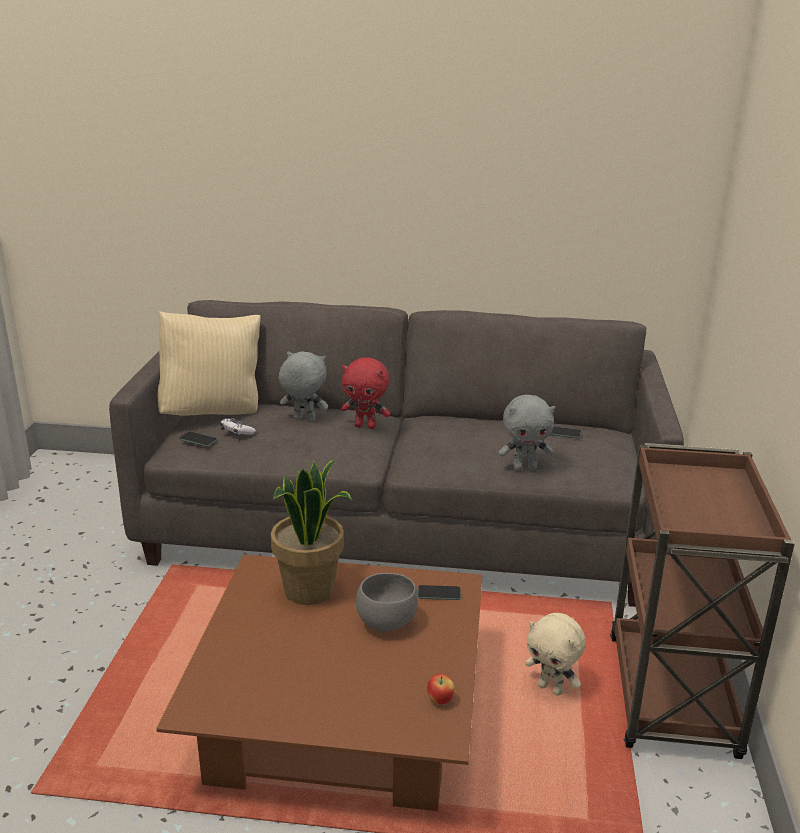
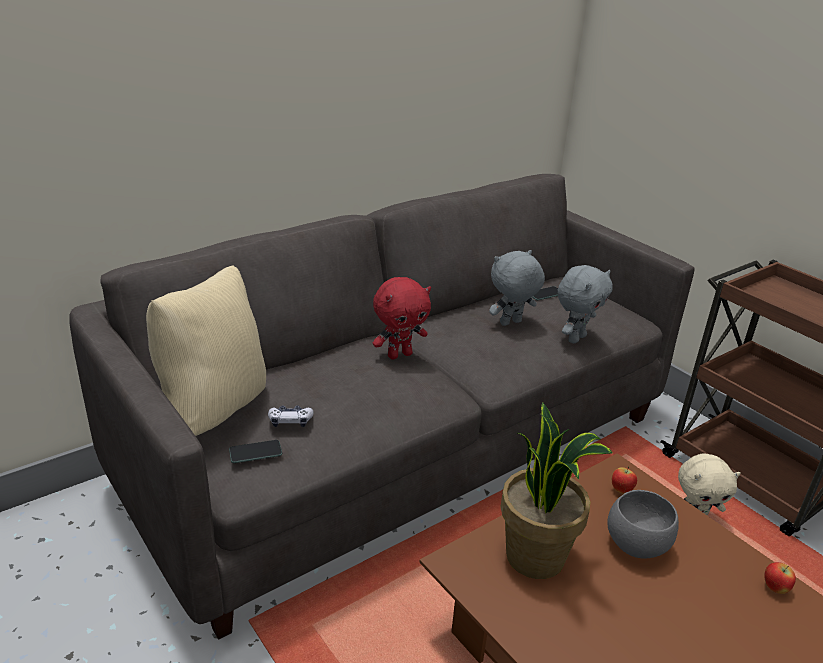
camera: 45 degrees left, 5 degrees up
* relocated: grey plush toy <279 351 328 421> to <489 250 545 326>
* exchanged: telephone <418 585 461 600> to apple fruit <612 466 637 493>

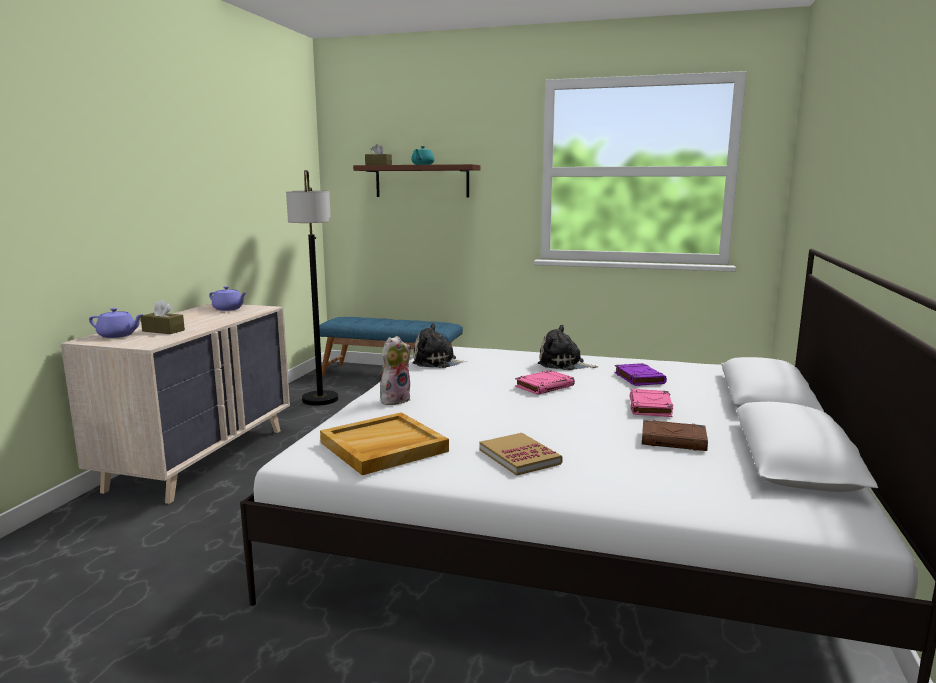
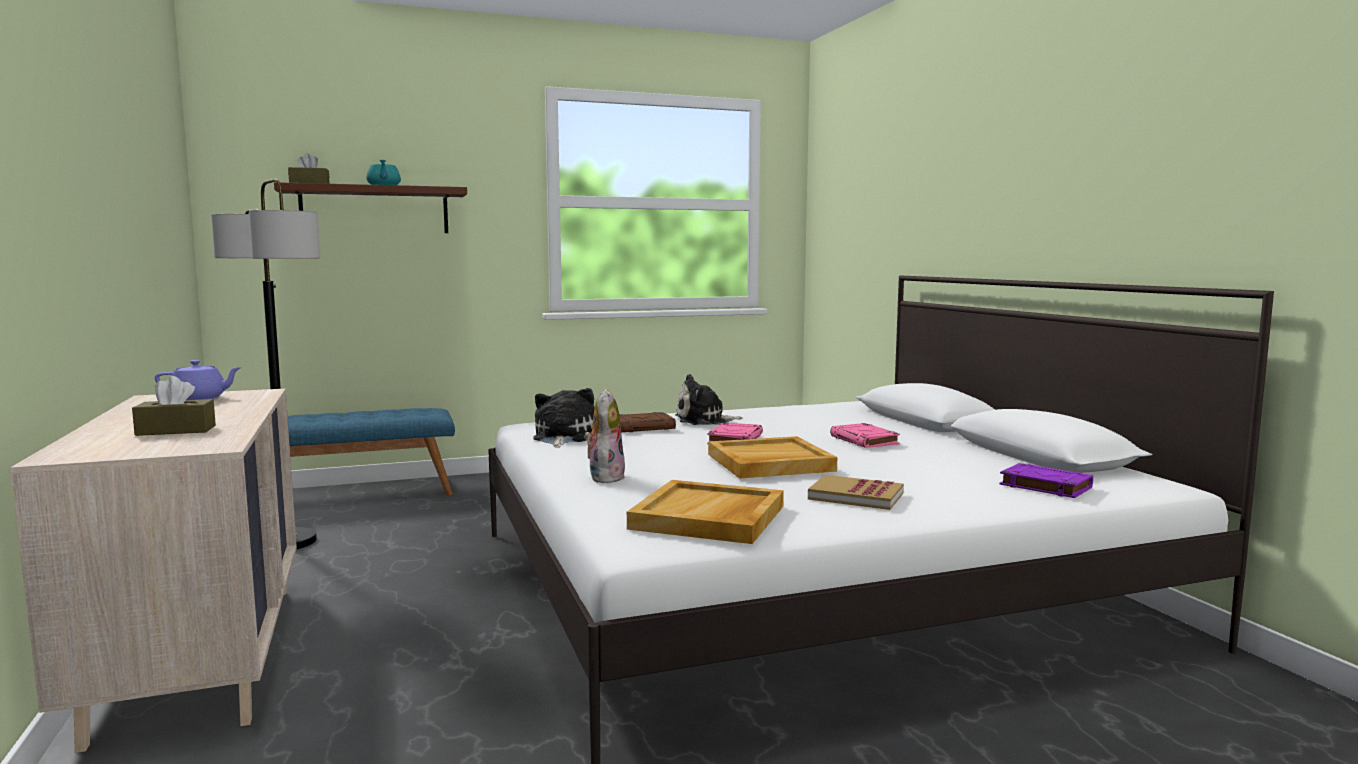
camera: 35 degrees left, 5 degrees down
* spun: plush toy <412 323 467 368> = <533 388 595 448> 120 degrees clockwise
* relocated: brown volume <642 420 708 451> to <619 412 676 432>
* appeared: beige serving tray <708 436 837 479>
* relocated: purple-coloured volume <614 363 667 386> to <999 463 1093 498>
* missing: purple-coloured pot for tea <89 308 144 338>

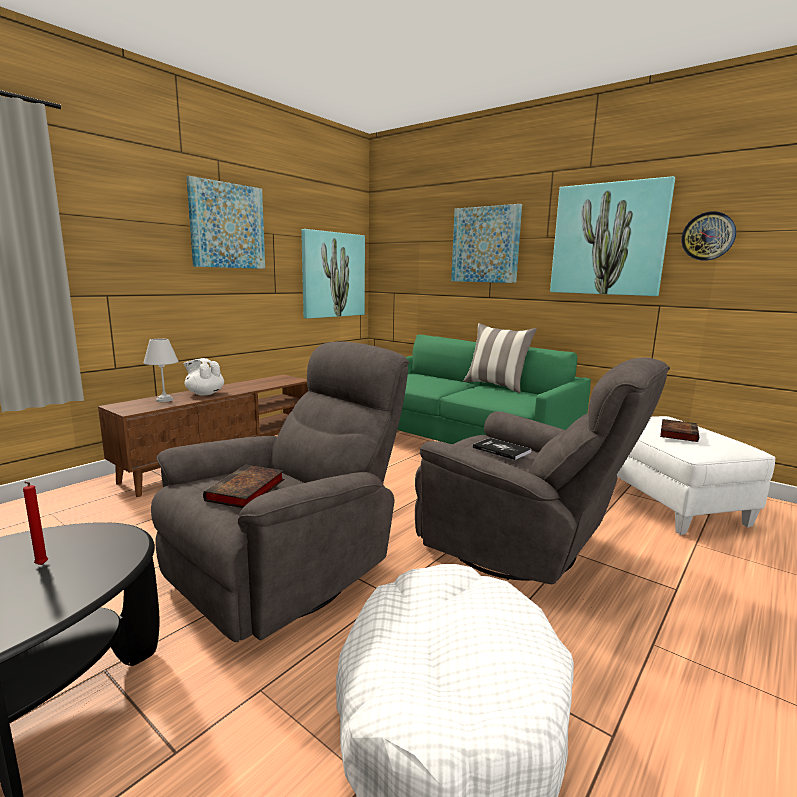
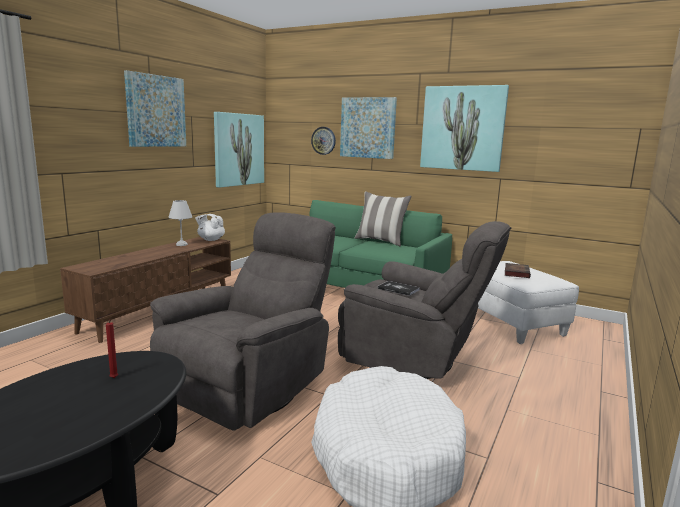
camera: 10 degrees left, 0 degrees up
* relocated: whitish tabletop lamp <143 339 178 402> to <169 200 192 246>
* relocated: whitish pot for tea <183 358 224 396> to <195 214 225 241>
* relocated: clock on the wall <681 211 736 261> to <311 127 336 155>
* missing: volume <203 465 284 508>

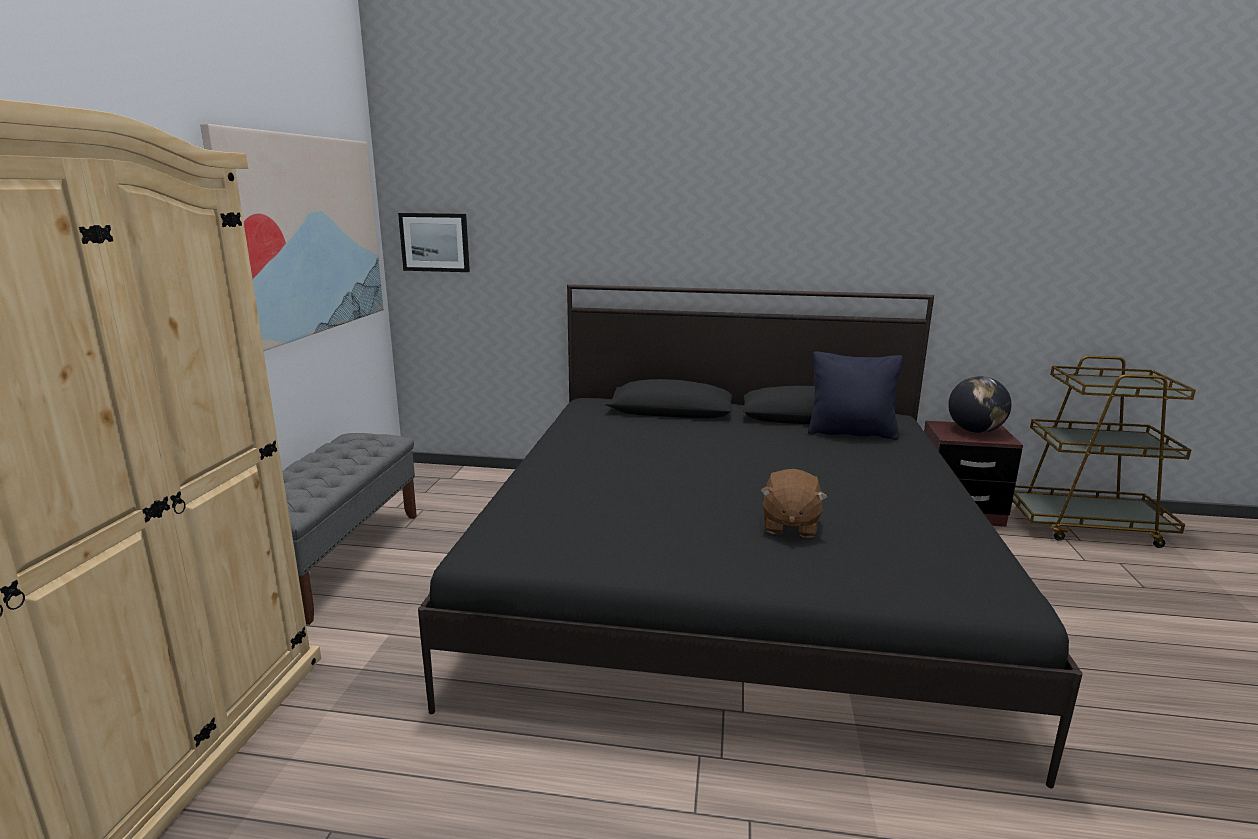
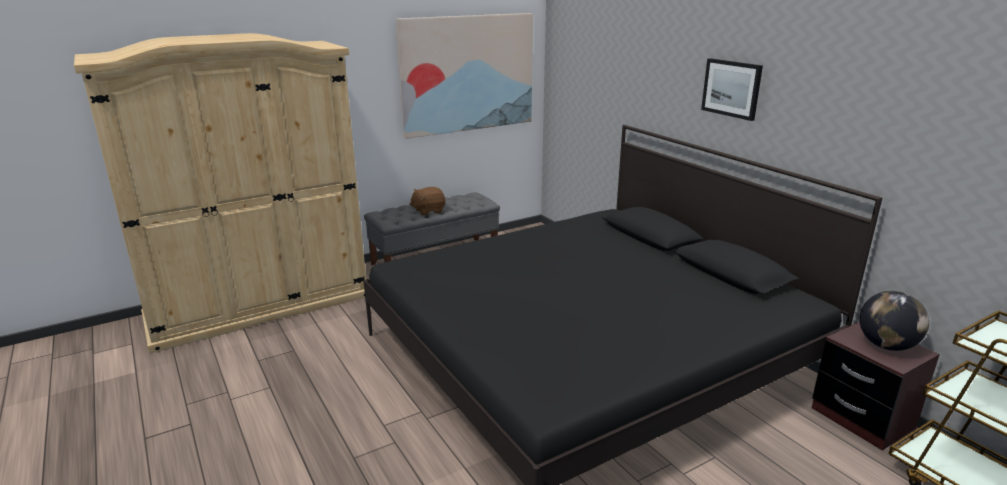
camera: 50 degrees right, 5 degrees up
* relocated: brown plush toy <760 469 827 538> to <410 187 445 216>
* relocated: wall picture <398 213 470 272> to <701 58 763 121>
* missing: black pillow <808 351 903 440>

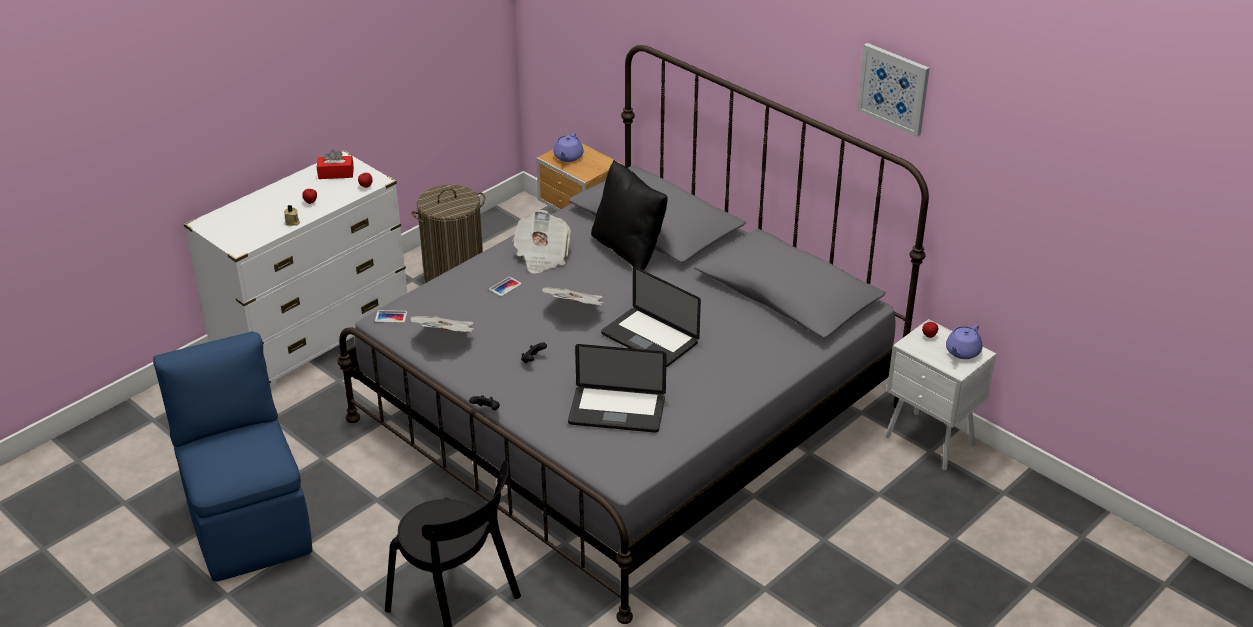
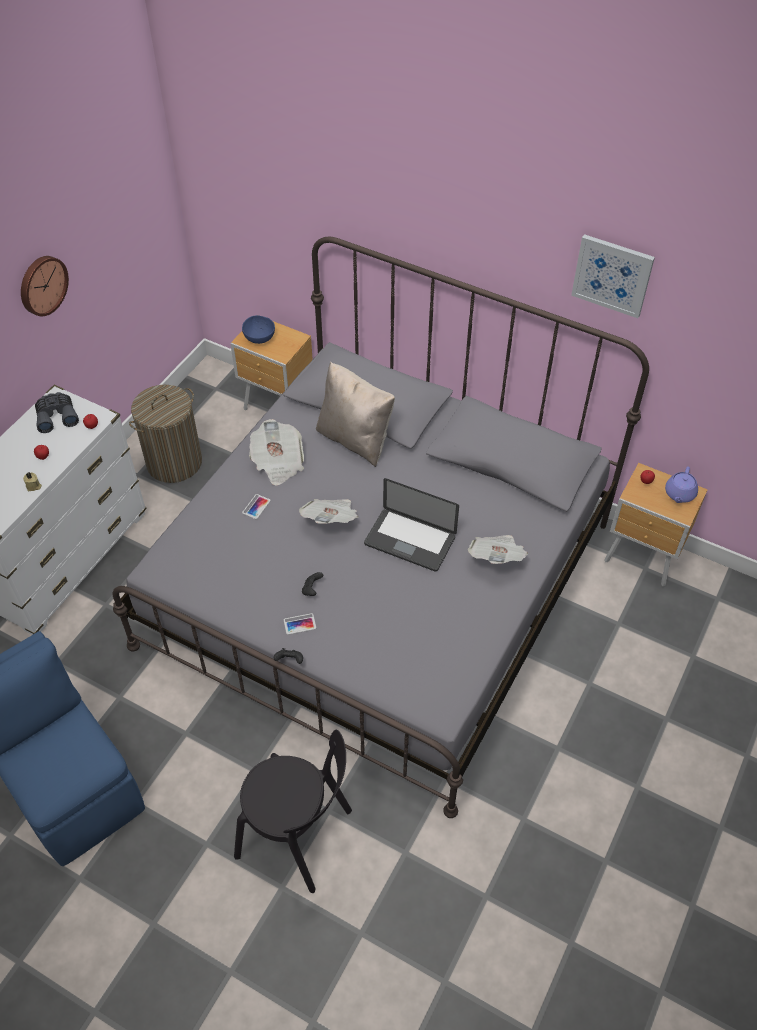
camera: 15 degrees left, 15 degrees up
* appeared: clock on the wall <21 256 69 316>
* exchanged: reddish tissue holder <317 149 354 179> to grey binoculars <35 392 79 433>
* exchanged: purple-coloured pot for tea <554 133 584 162> to bluish bowl <242 315 275 344>
* relocated: telephone <375 310 407 323> to <284 613 316 635>
* colour: black pillow <591 160 668 270> to beige pillow <316 361 395 467>
* relocated: daily paper <410 316 474 332> to <467 535 528 564>
* colour: whitish night table <885 319 996 471> to brown night table <604 463 708 586>
* missing: notebook computer <568 344 667 433>

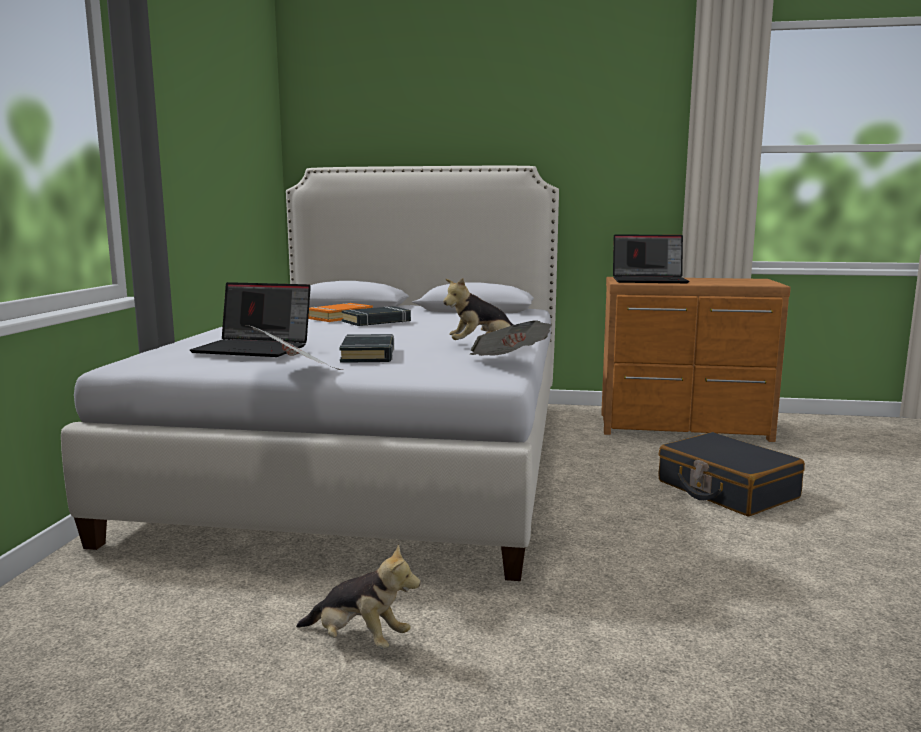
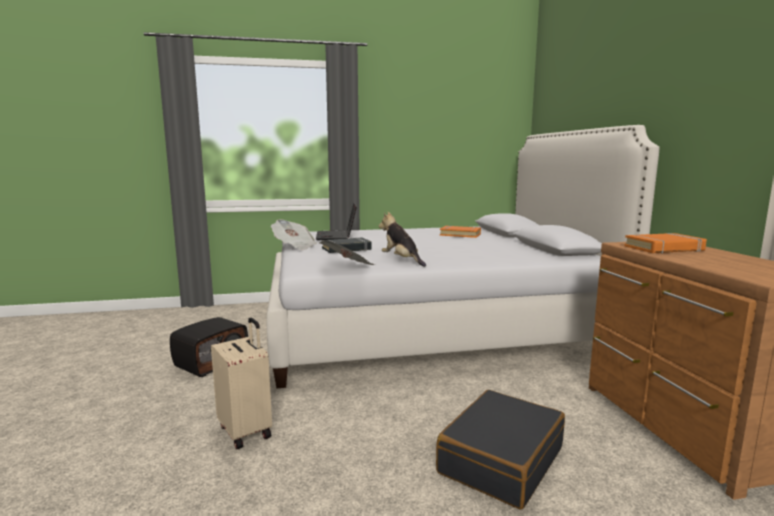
camera: 70 degrees right, 0 degrees up
* exchanged: plush toy <296 544 421 649> to radio receiver <170 317 248 377>
* appeared: beige piece of luggage <211 317 272 449>
* exchanged: notebook computer <613 235 689 283> to orangey volume <624 233 707 254>
* missing: black volume <341 306 411 326>

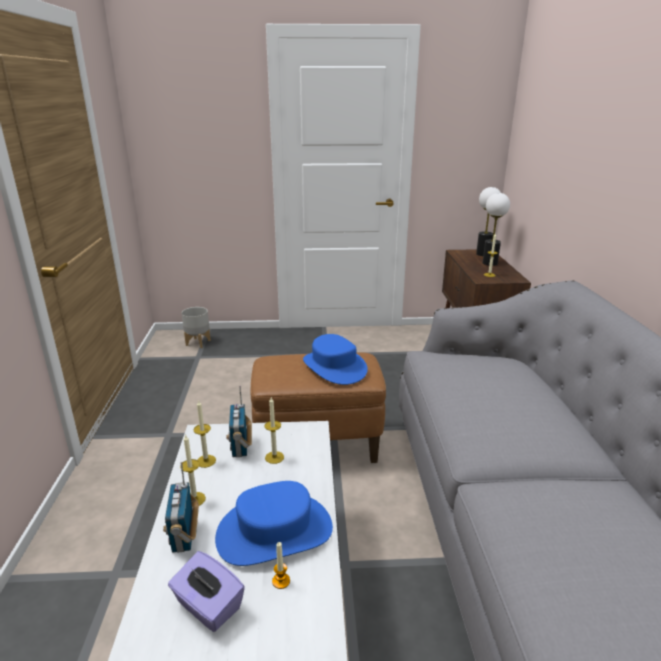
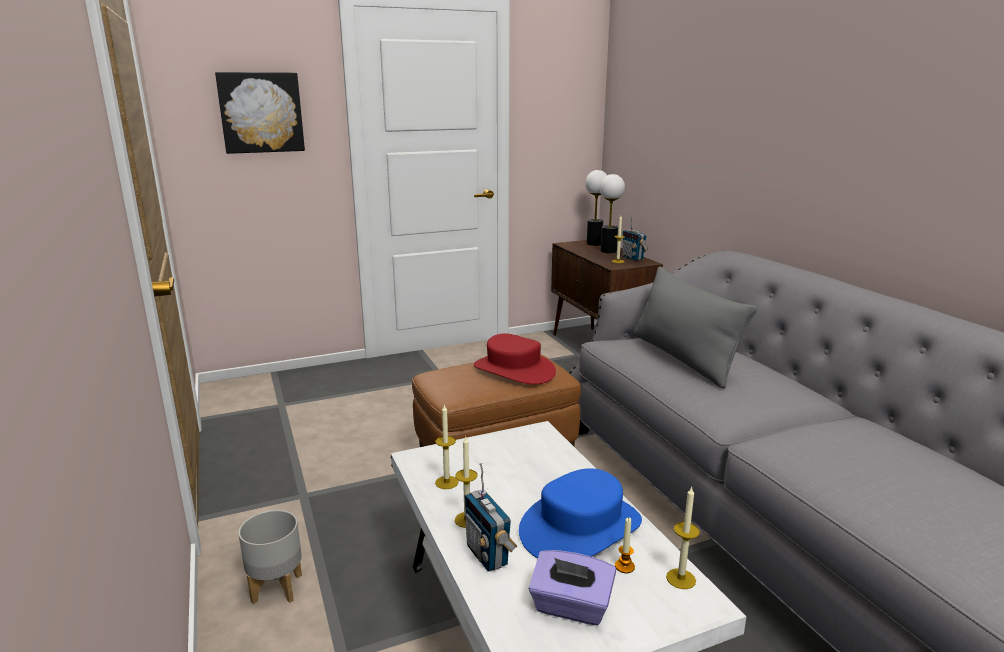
camera: 20 degrees left, 5 degrees down
* appeared: wall picture <215 72 305 154>
* relocated: grey flower pot <182 307 211 348> to <238 510 302 604>
* colour: bluish clothing hat <303 334 368 385> to reddish clothing hat <474 333 556 384>
* relocated: radio receiver <226 386 252 457> to <623 216 648 261>
* appeared: grey pillow <633 266 757 389>
* relocated: wax candle <264 397 284 464> to <666 487 700 589>

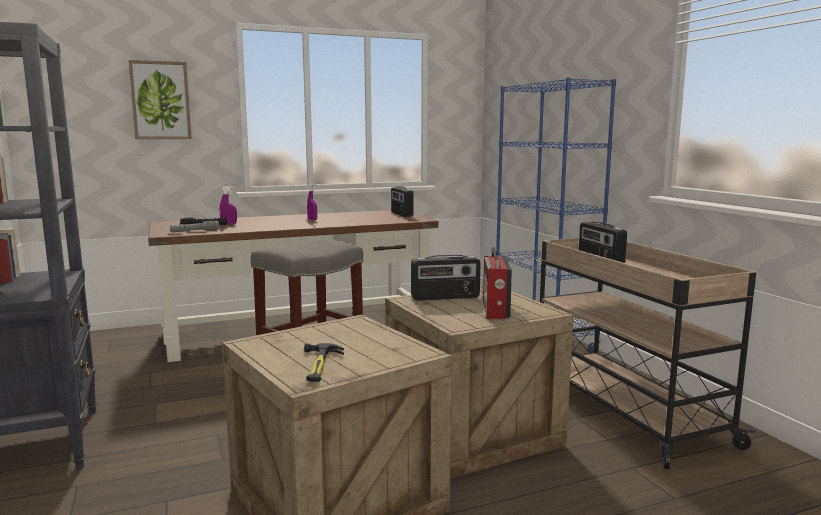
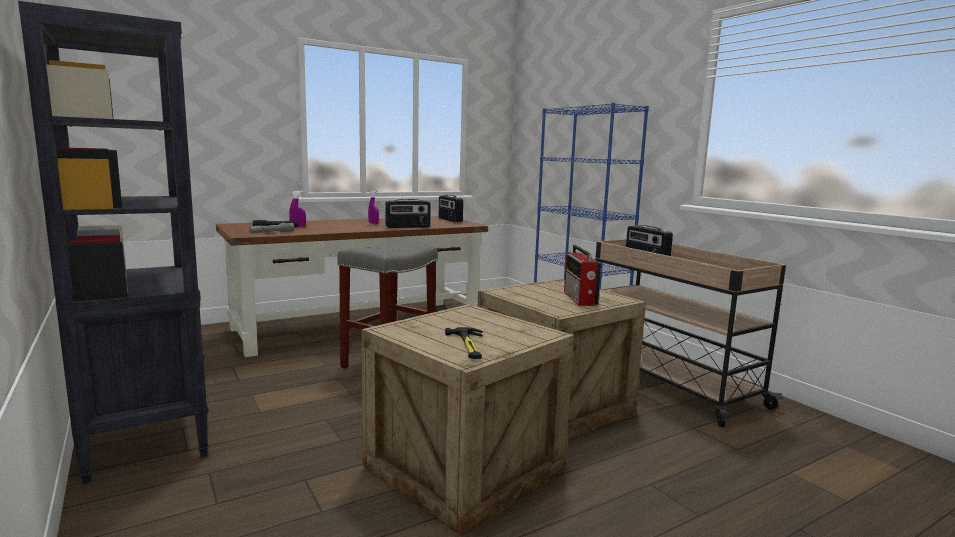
camera: 10 degrees left, 0 degrees up
* relocated: radio receiver <411 255 481 301> to <386 199 431 228>
* missing: wall picture <128 60 192 139>

